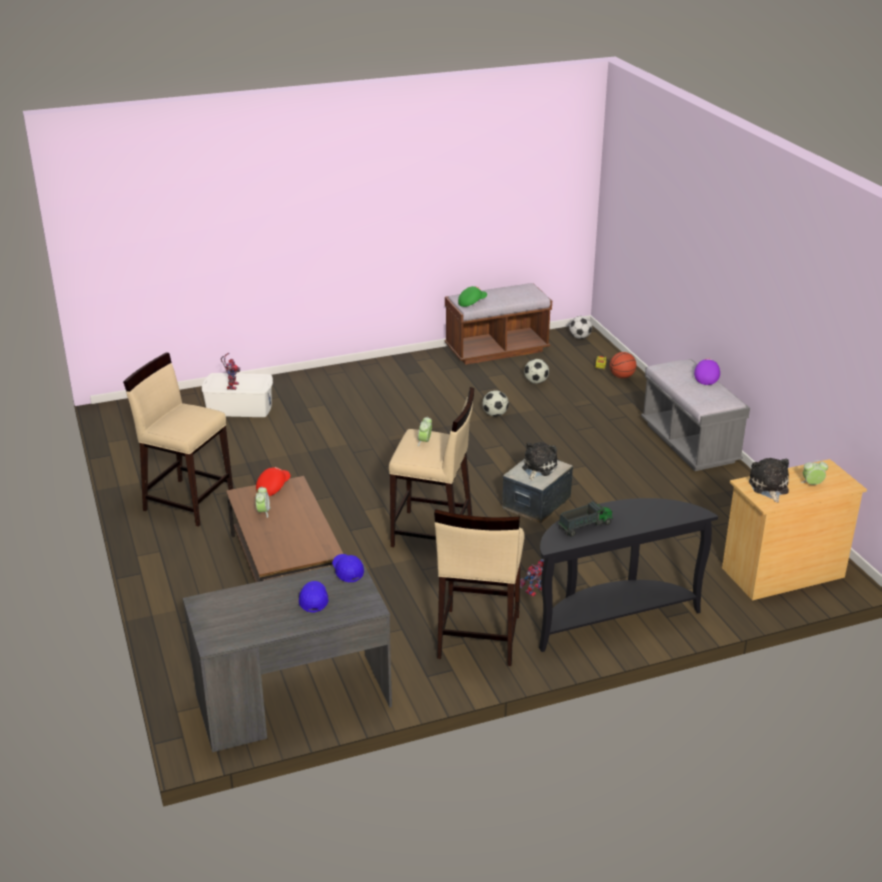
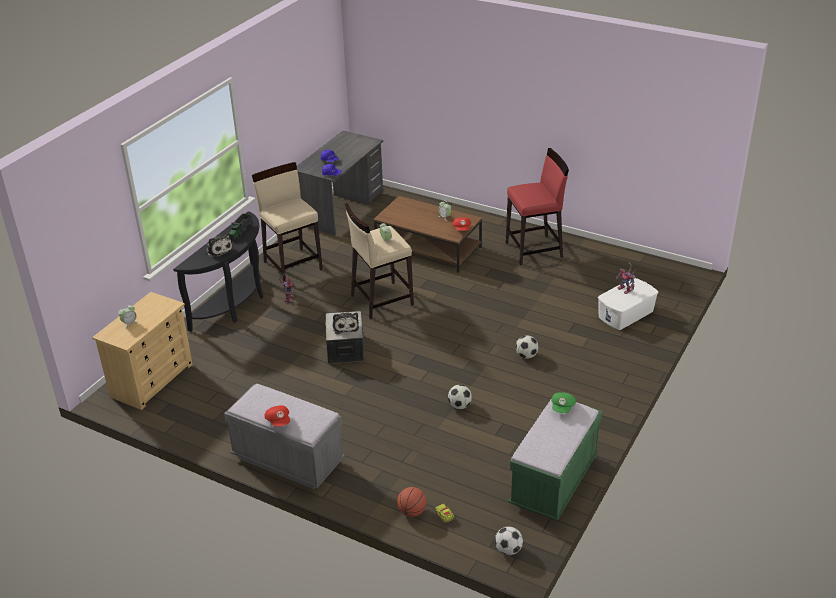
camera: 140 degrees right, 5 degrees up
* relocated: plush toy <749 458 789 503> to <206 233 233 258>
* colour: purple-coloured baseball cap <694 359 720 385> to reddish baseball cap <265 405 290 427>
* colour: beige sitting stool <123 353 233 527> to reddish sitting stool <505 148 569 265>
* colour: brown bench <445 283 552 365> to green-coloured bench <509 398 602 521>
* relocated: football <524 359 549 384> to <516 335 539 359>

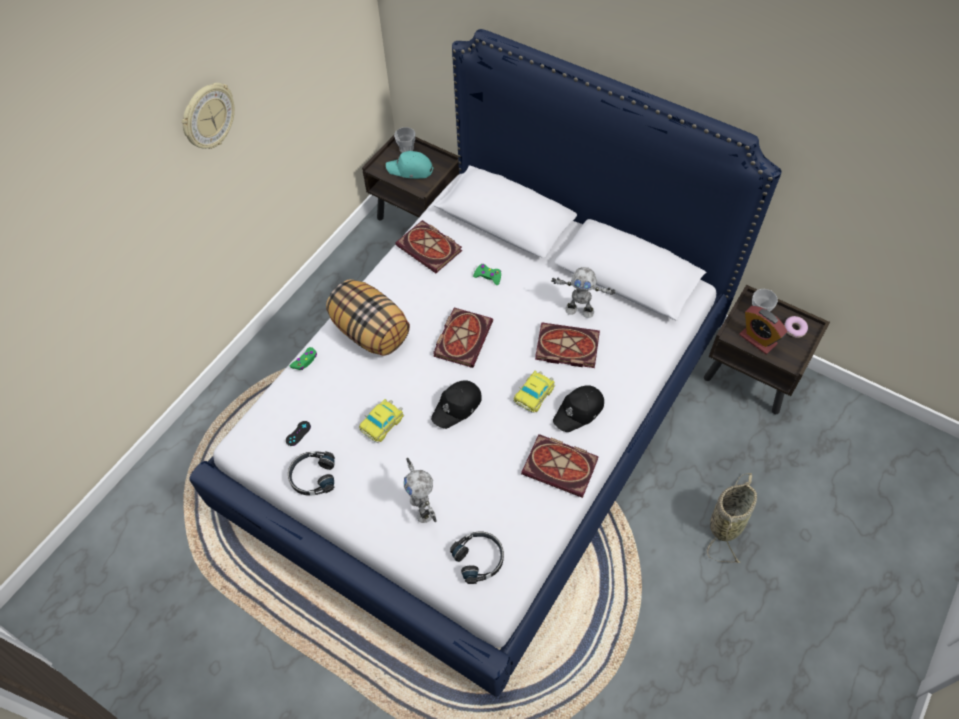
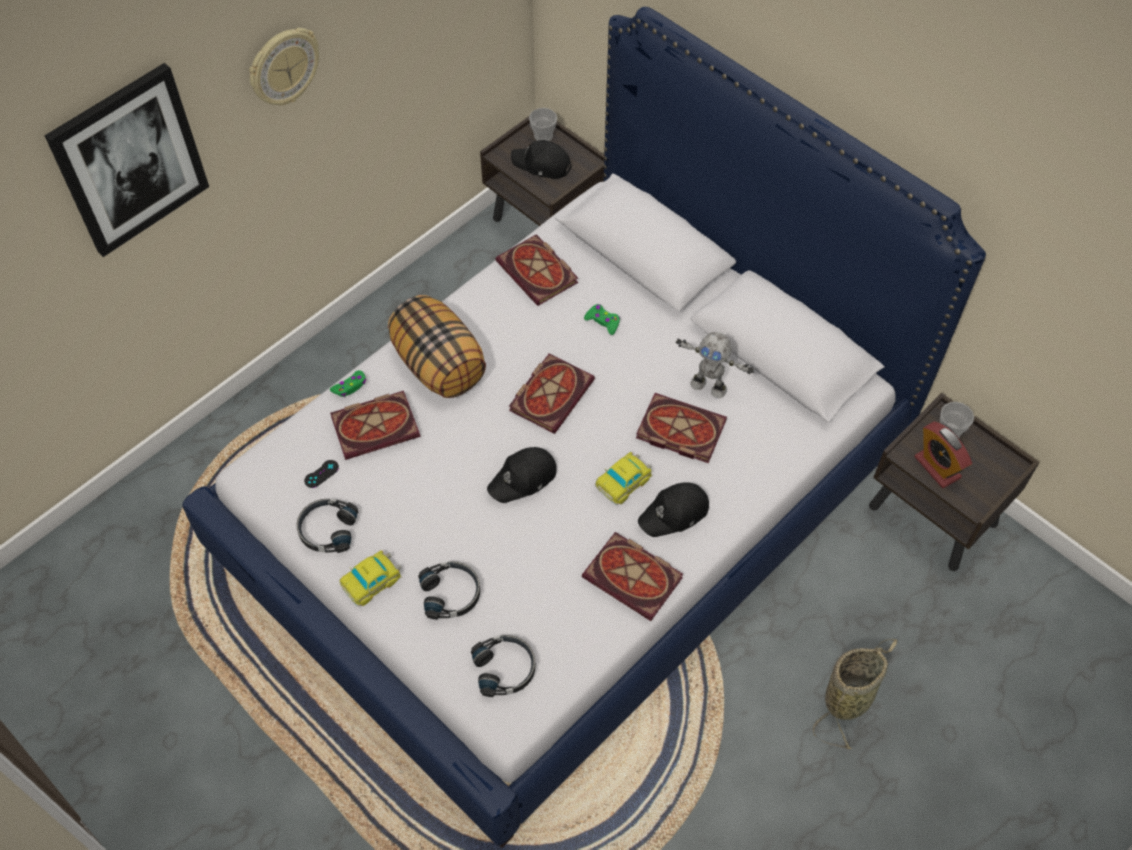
camera: 10 degrees right, 0 degrees up
* appeared: wall picture <45 63 209 257>
* appeared: volume <330 391 420 460>
* relocated: miniature car <359 399 404 443> to <339 550 402 606>
* exchanged: model robot <404 458 437 523> to black headset <418 561 480 620>
* colour: blue-green baseball cap <386 151 434 179> to black baseball cap <511 140 572 179>
* missing: donut <784 316 808 338>

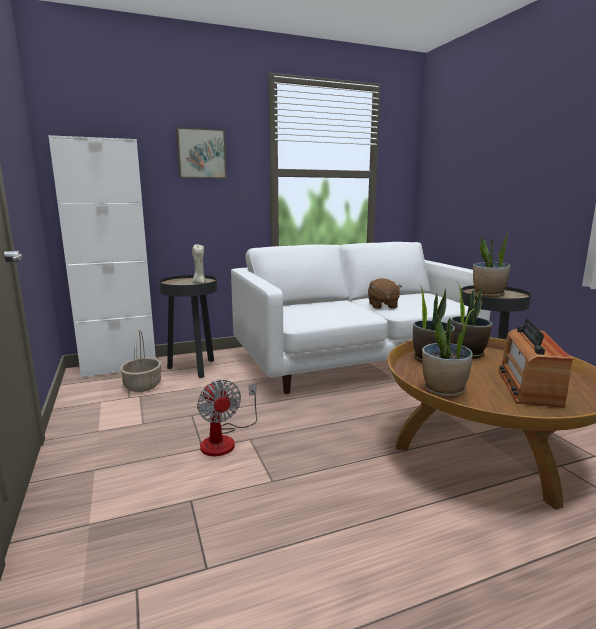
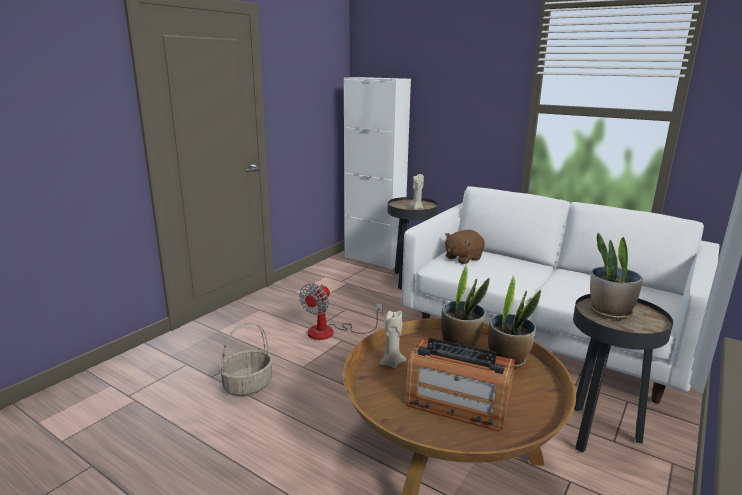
camera: 55 degrees right, 5 degrees up
* relocated: basket <120 330 161 392> to <219 322 273 396>
* exchanged: plant in a pot <422 308 475 397> to beige wax candle <379 310 406 368>
* spun: radio receiver <498 318 573 408> = <405 338 515 432> 135 degrees counterclockwise
* relocated: brown plush toy <368 278 402 309> to <445 230 485 264>
* missing: wall picture <176 127 227 178>

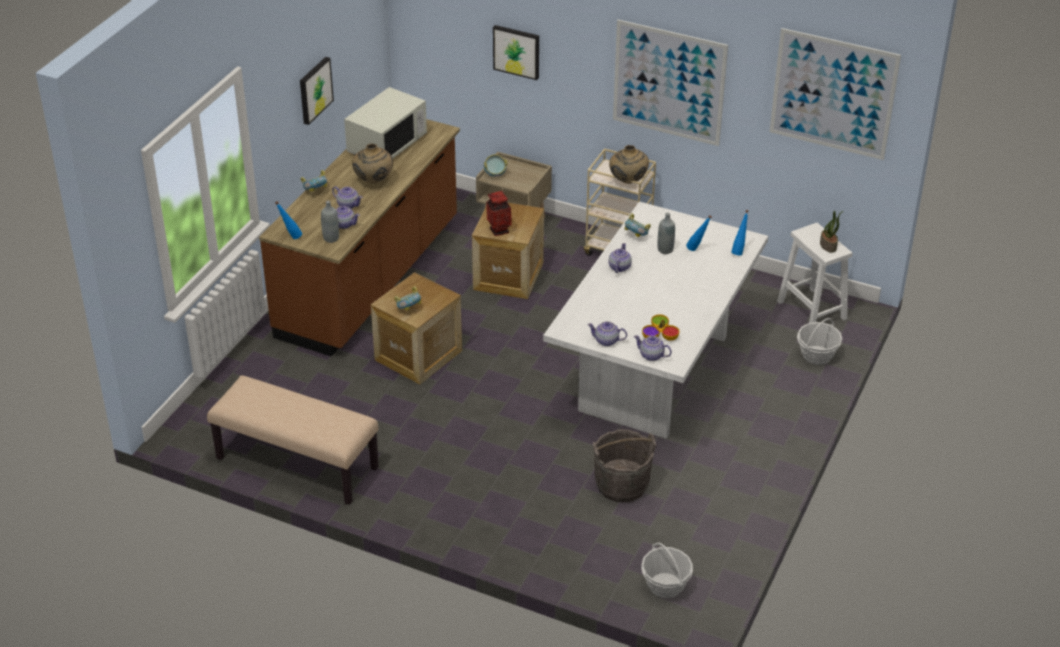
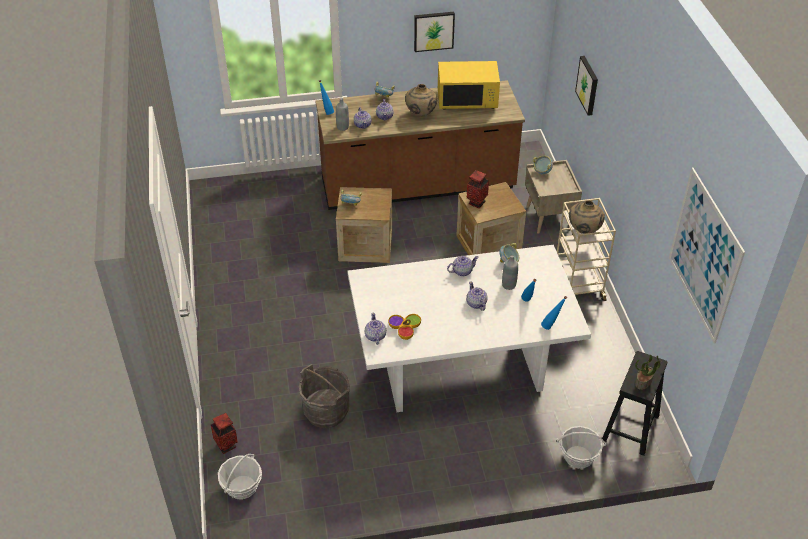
camera: 55 degrees right, 5 degrees up
* appeared: vase <211 413 237 454>
* colour: whitish microwave <344 87 427 159> to yellow-coloured microwave <438 61 500 110>
* relocated: pot for tea <587 321 627 346> to <466 281 488 311>
* colour: whitish sitting stool <777 223 852 323> to black sitting stool <602 351 668 456>
* missing: beige bench <207 375 379 505>
* missing: wall picture <613 20 728 146>

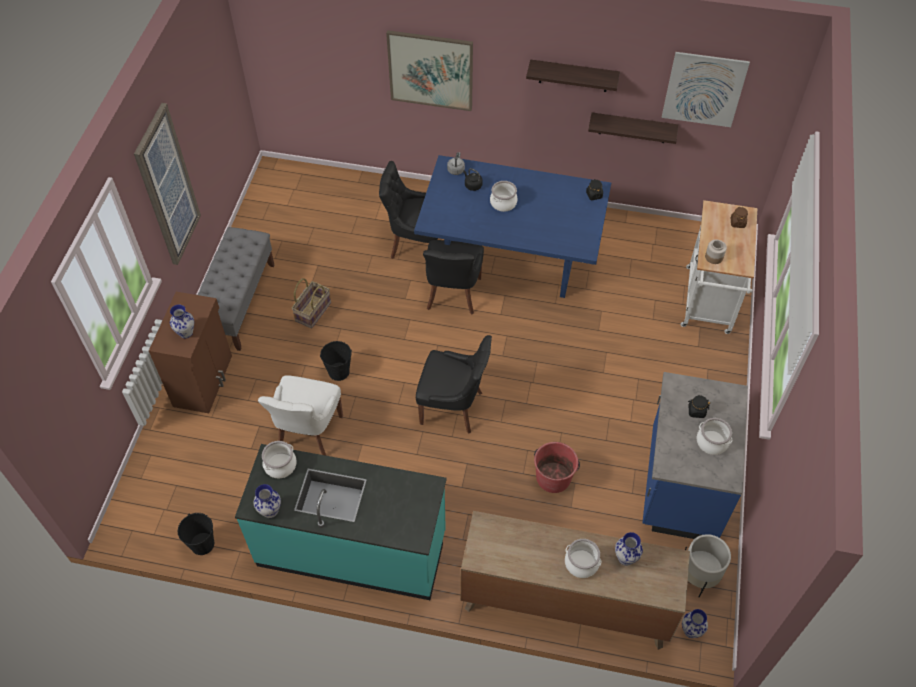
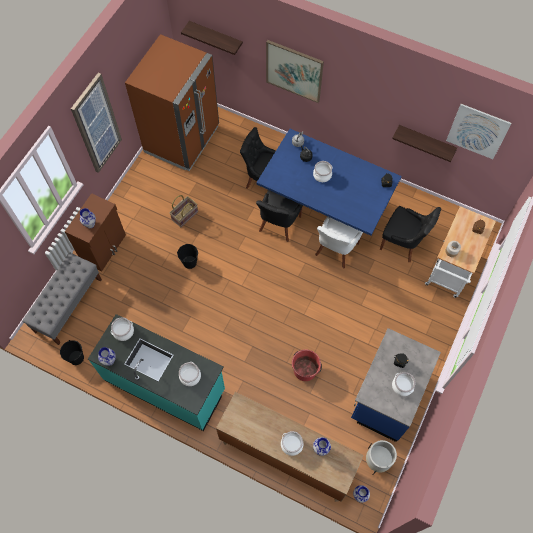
camera: 15 degrees right, 10 degrees up
* relocated: grey bench <198 227 274 351> to <22 252 102 345>
* appeared: brown fridge <125 34 219 171>
* appeared: cooking pot <179 362 201 386>
* relocated: shelf <526 60 620 92> to <181 21 243 55>
* relocated: whitish plain chair <258 375 343 456> to <315 216 363 268>
* relocated: black plain chair <416 335 492 434> to <380 206 441 262>

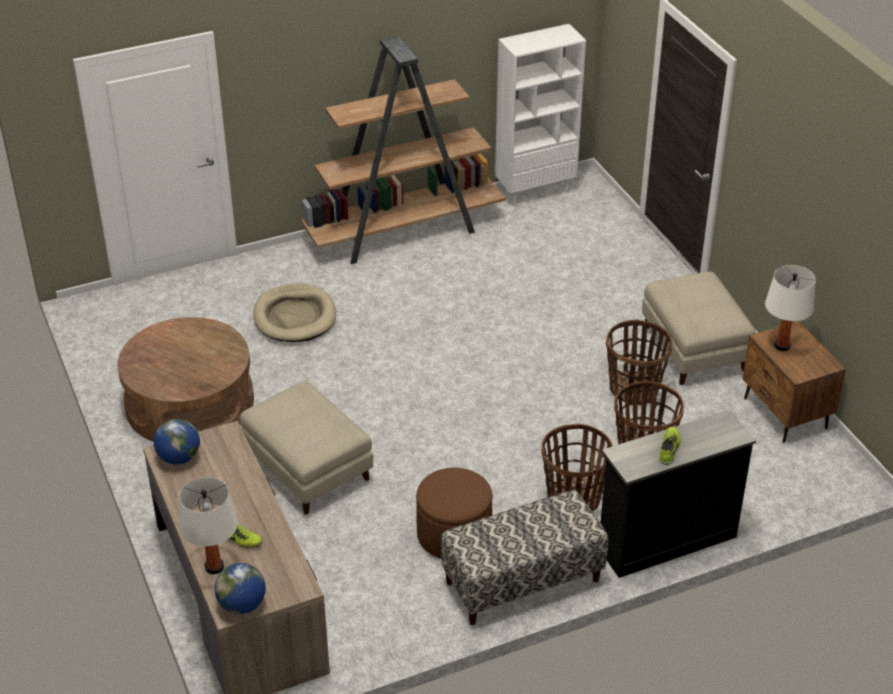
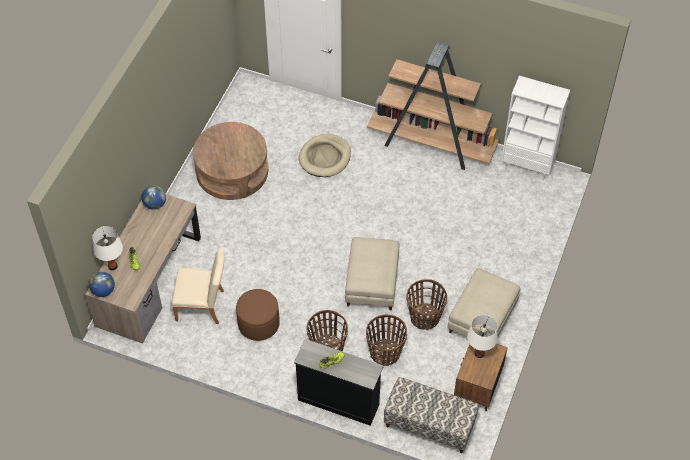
camera: 45 degrees right, 15 degrees up
* appeared: beige plain chair <172 248 225 324>
* relocated: beige pouffe <240 381 373 515> to <345 237 400 310>
* relocated: bench <441 490 608 625> to <384 377 479 453>

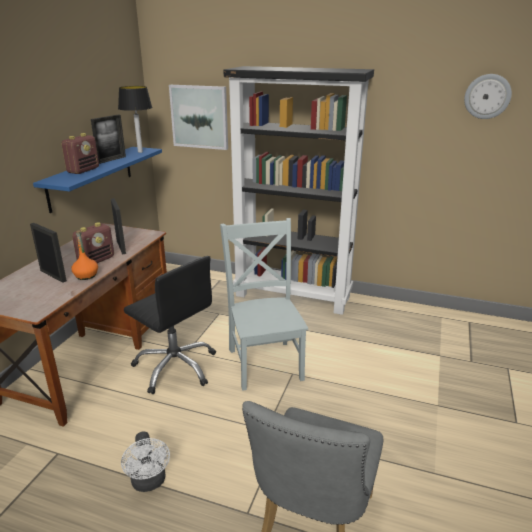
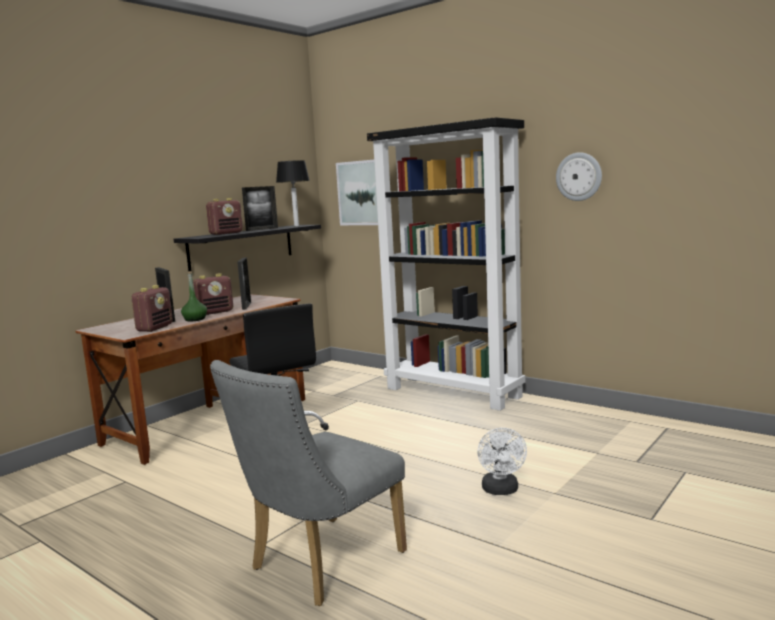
camera: 20 degrees right, 15 degrees down
* appeared: radio receiver <131 285 173 332>
* colour: bluish shelf <33 147 162 213> to black shelf <174 225 321 271>
* colour: orangey beverage bottle <71 230 98 280> to green-coloured beverage bottle <181 272 207 321>
* relocated: whitish fan <121 431 170 492> to <477 428 527 495>
* relocated: clock on the wall <464 74 512 119> to <556 152 602 201>
* missing: grey plain chair <220 218 308 391>

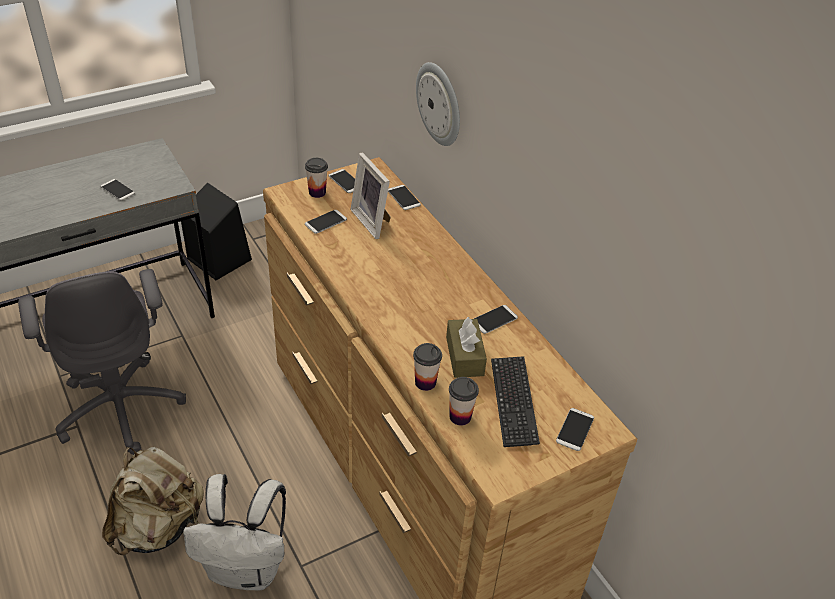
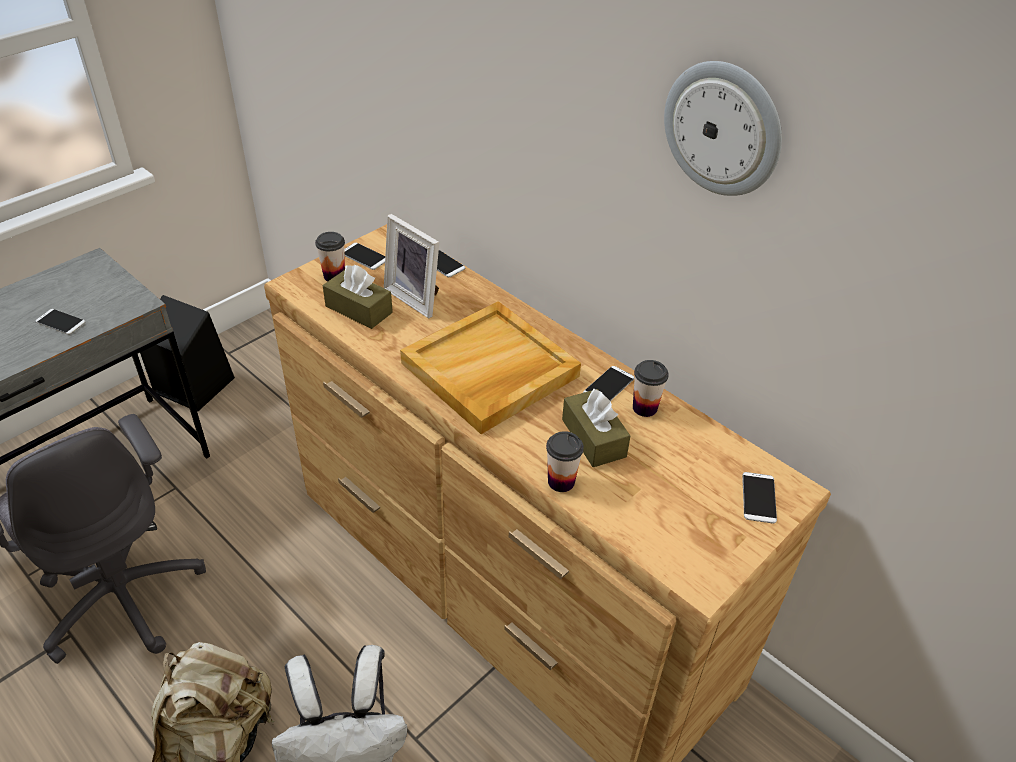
camera: 15 degrees left, 0 degrees up
* exchanged: telephone <305 210 347 234> to brown tissue holder <323 265 393 329>
* appeared: beige serving tray <400 301 581 434>
* relocated: small cup <449 377 479 426> to <633 360 669 417>
* relocated: clock on the wall <416 62 460 146> to <664 61 782 196>
* missing: keyboard <491 356 540 447>

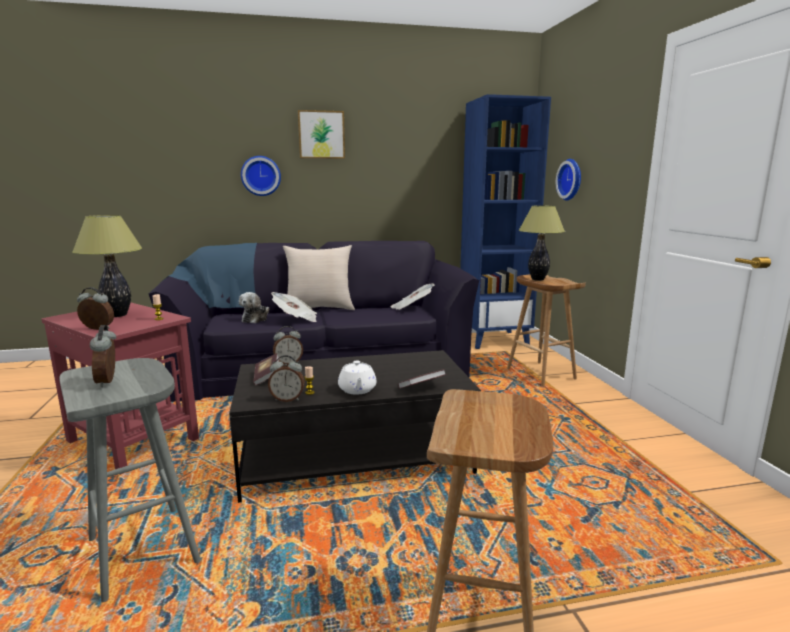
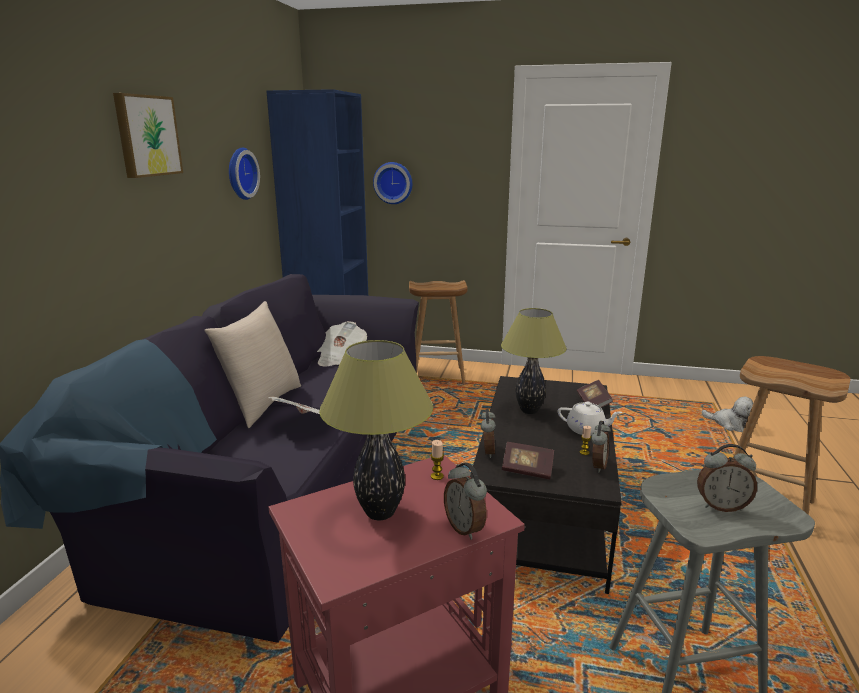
camera: 65 degrees left, 5 degrees up
* relocated: clock on the wall <241 156 281 196> to <229 148 260 200>
* spun: table clock <77 287 114 330> = <444 463 487 540> 60 degrees counterclockwise
* relocated: tabletop lamp <519 205 565 281> to <501 308 567 414>
* relocated: plush toy <239 292 269 323> to <702 397 753 432>

